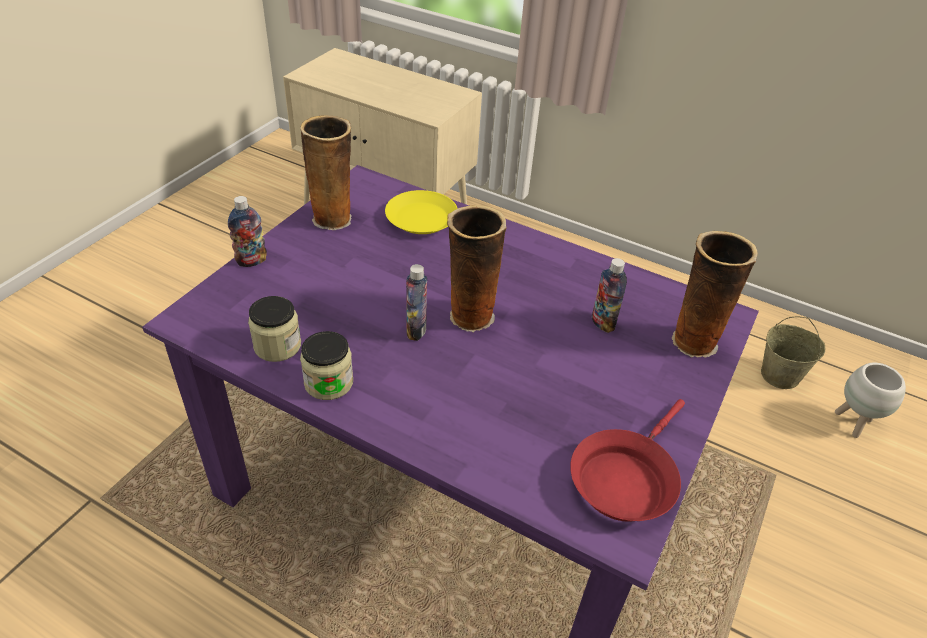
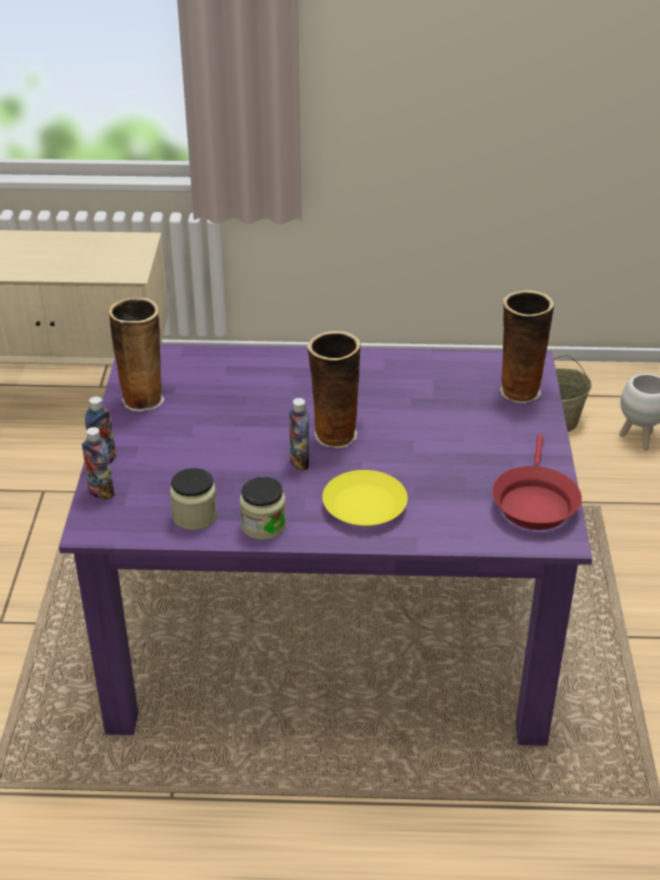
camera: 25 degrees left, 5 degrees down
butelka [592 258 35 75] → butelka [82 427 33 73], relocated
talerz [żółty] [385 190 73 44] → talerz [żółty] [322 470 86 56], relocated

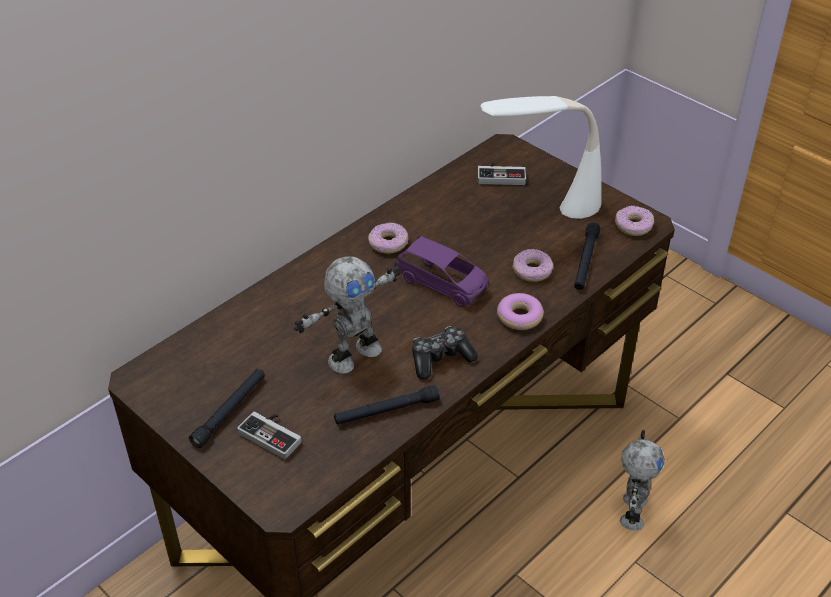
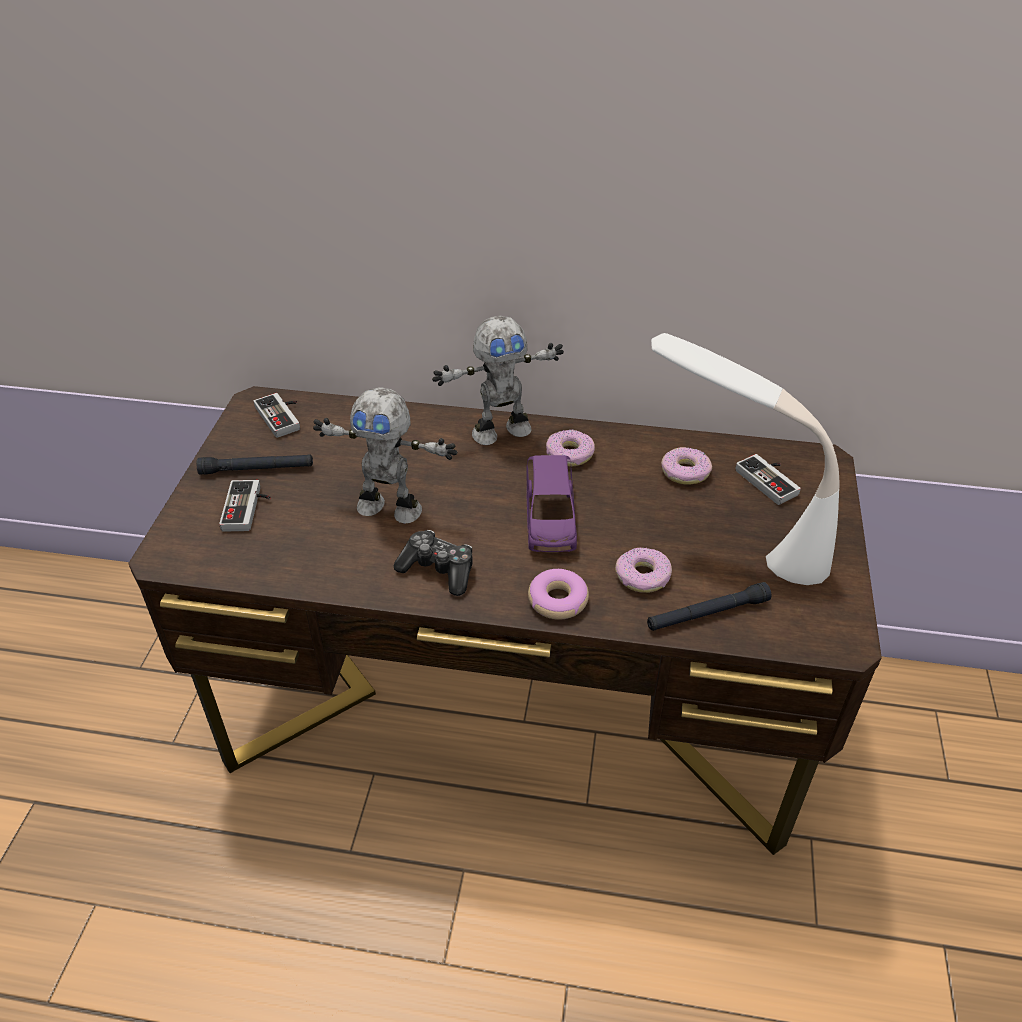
camera: 55 degrees right, 0 degrees up
- → pad do gier [254 393 46 45]
robot zabawkowy [620 430 44 101] → robot zabawkowy [432 315 132 130], relocated
donut [615 206 39 30] → donut [661 447 51 37], relocated
latarka [czarny] [334 385 106 40] → -

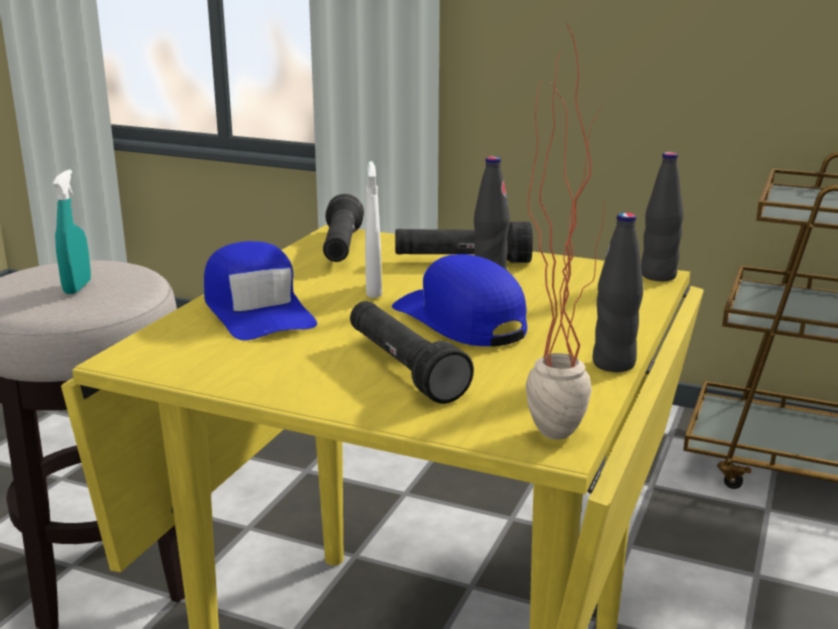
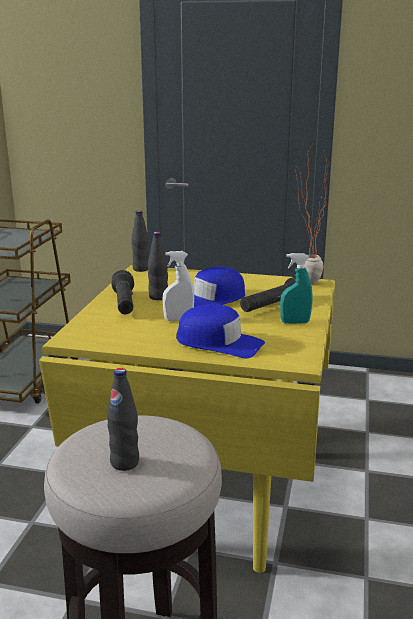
camera: 100 degrees left, 0 degrees up
butelka [czarny] [592 213 51 159] → butelka [czarny] [107 368 32 103], relocated
czapka z daszkiem [niebieski] [204 241 113 99] → czapka z daszkiem [niebieski] [176 304 89 54], 60 degrees clockwise
spryskiwacz [turkusowy] [53 170 38 124] → spryskiwacz [turkusowy] [280 253 33 71], relocated
latarka [czarny] [323 194 41 68] → -

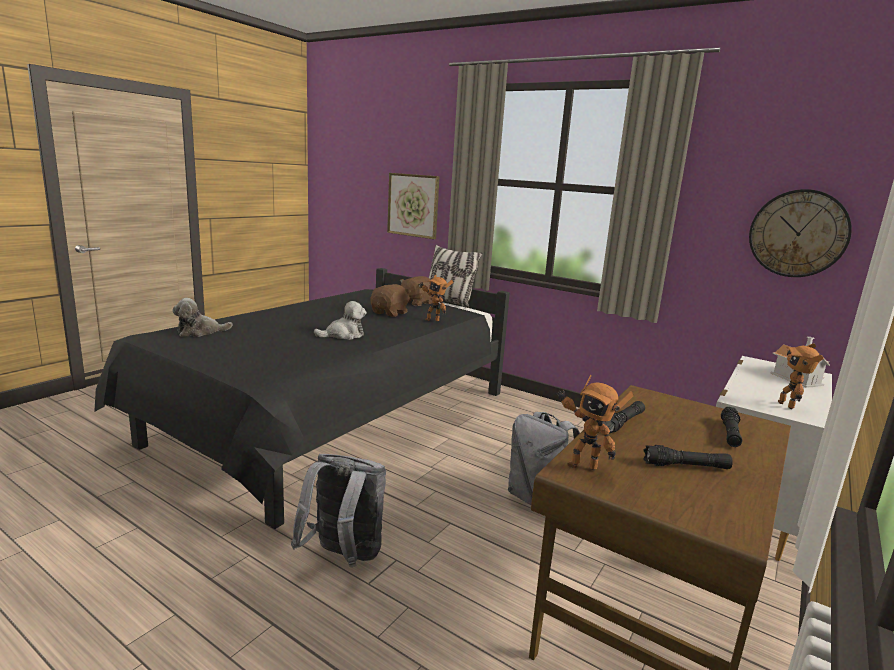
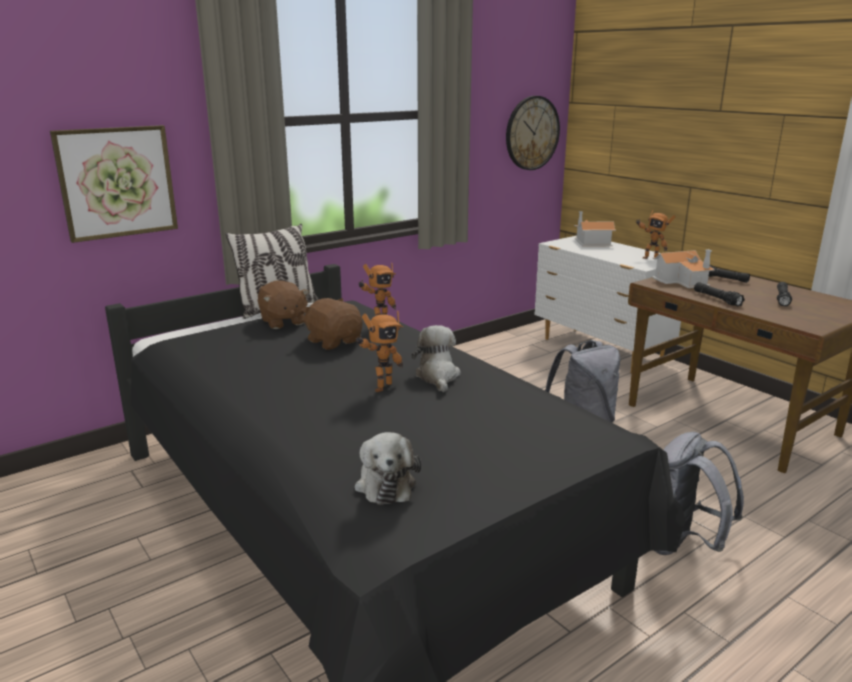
camera: 70 degrees left, 5 degrees up
robot zabawkowy [556 375 78 95] → robot zabawkowy [356 311 47 81], relocated
- → domek [652 249 63 39]

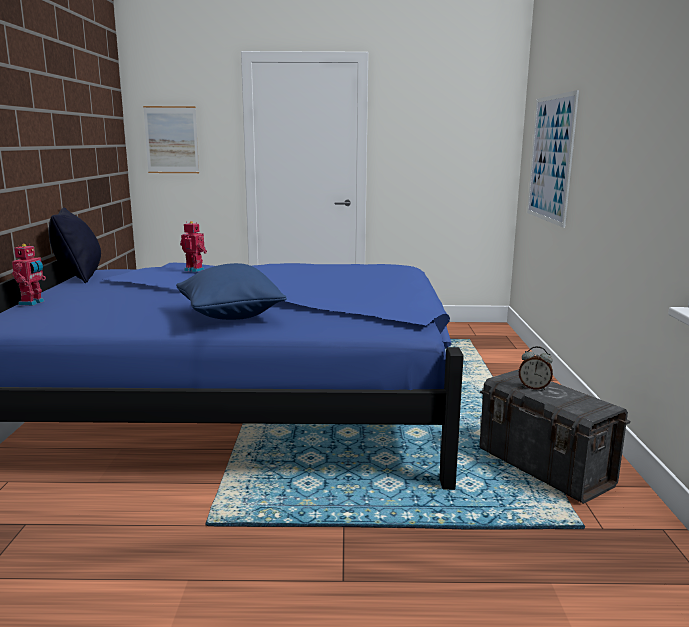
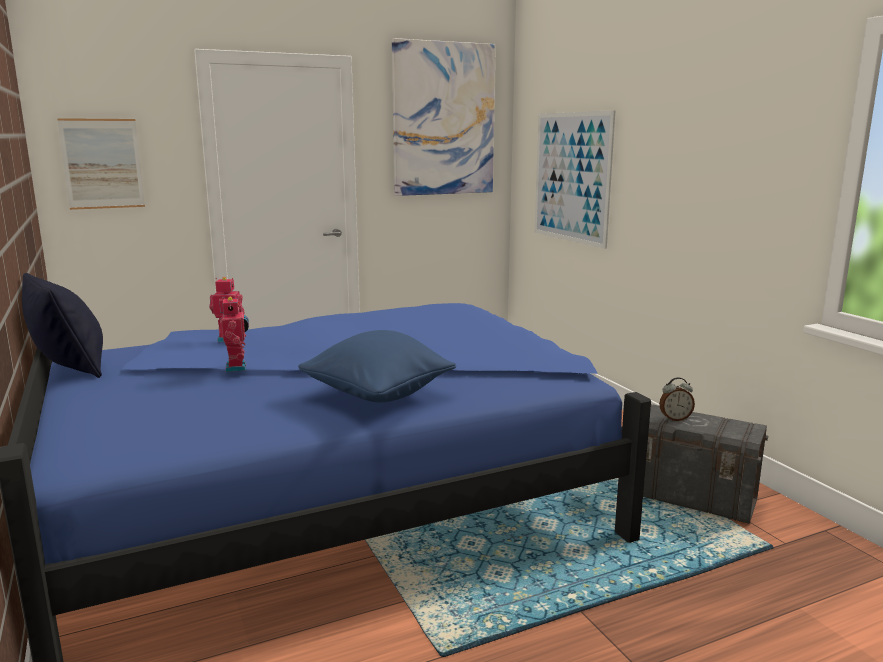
camera: 25 degrees left, 0 degrees up
robot zabawkowy [12 244 34 62] → robot zabawkowy [220 296 29 76], relocated
- → obraz [392 38 104 158]

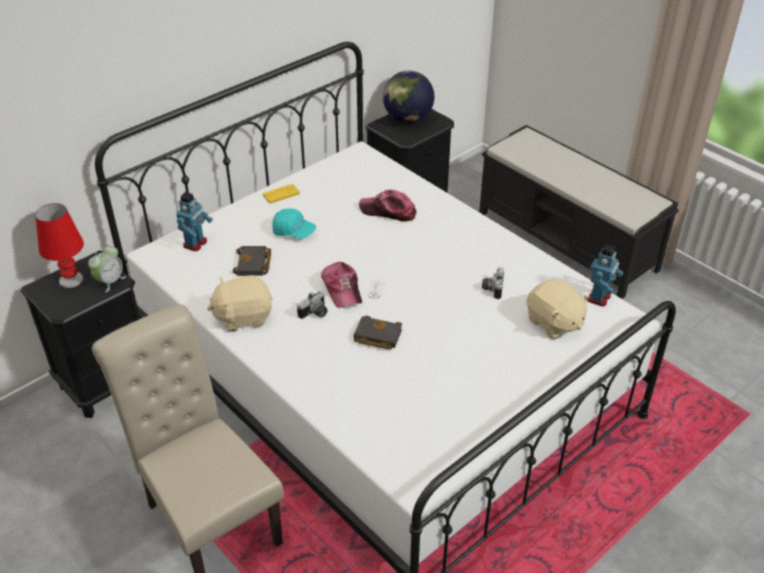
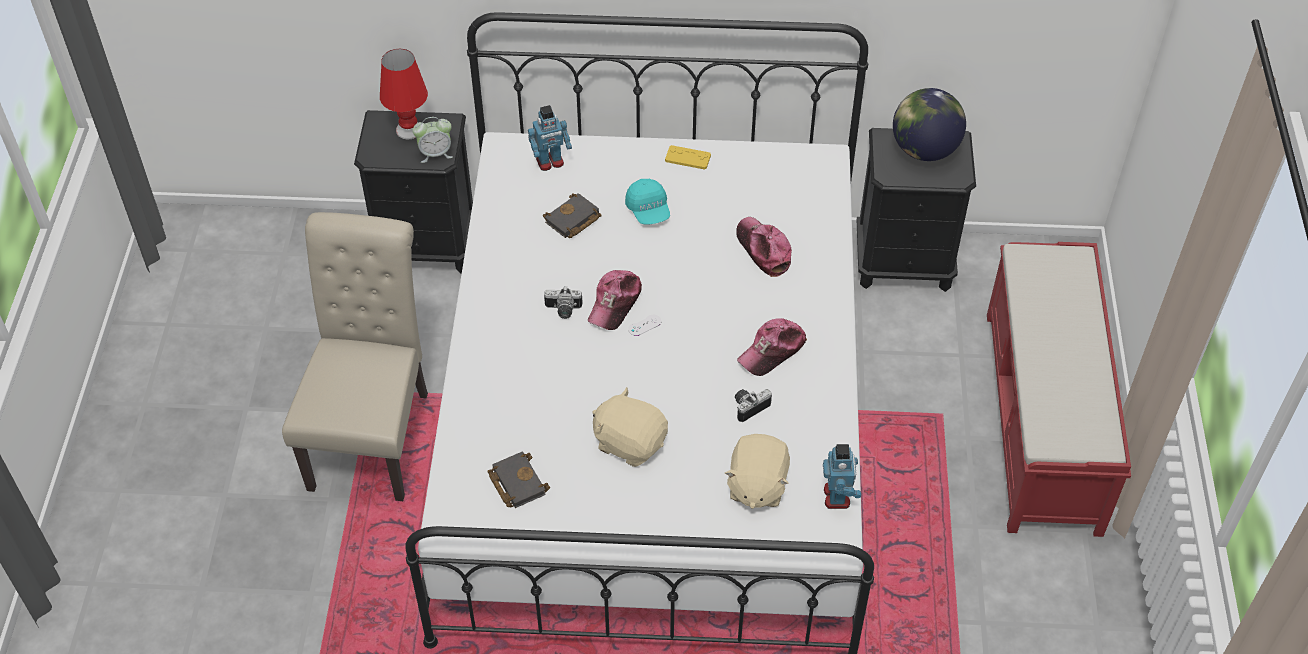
camera: 45 degrees right, 10 degrees up
książka [czarny] [354 315 48 35] → książka [czarny] [487 451 63 57], relocated
pluszak [beżowy] [207 275 66 57] → pluszak [beżowy] [592 387 76 80], relocated
- → czapka z daszkiem [737 318 70 58]
robot zabawkowy [587 244 36 63] → robot zabawkowy [823 444 38 65], 75 degrees counterclockwise
ławka [czarny] [479 125 200 174] → ławka [czerwony] [987 242 144 295]

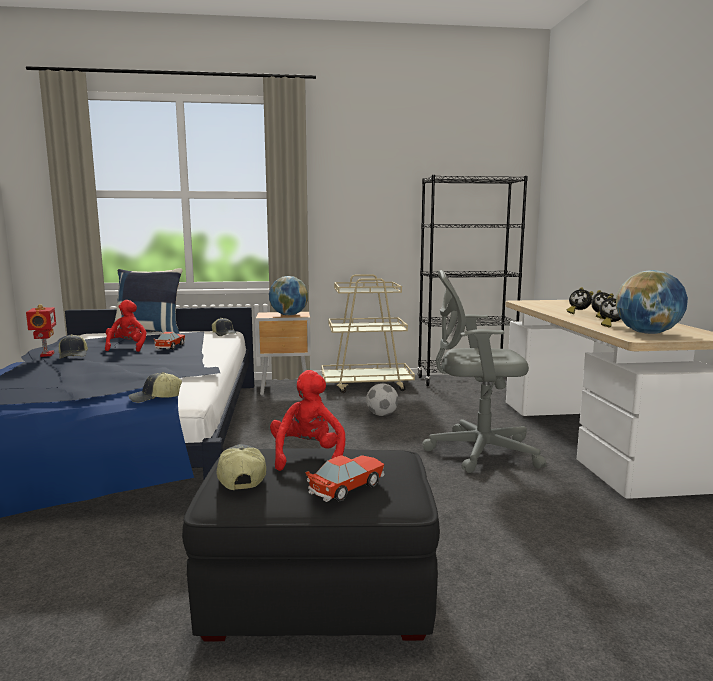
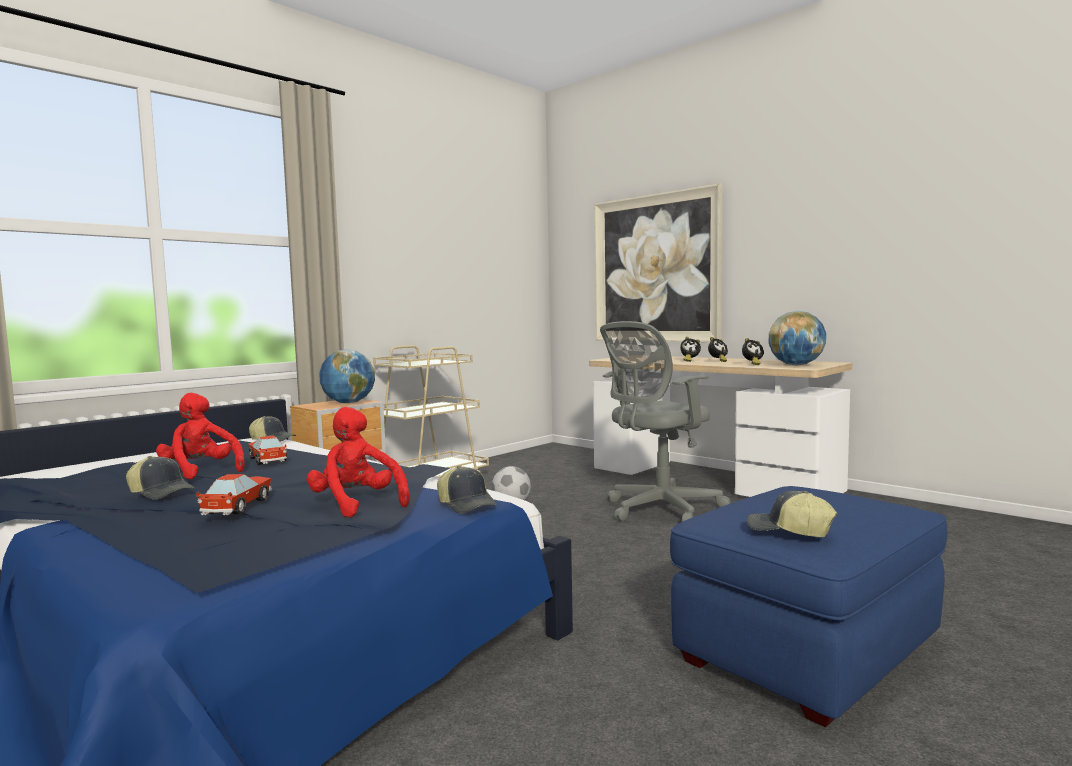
camera: 40 degrees left, 5 degrees down
samochodzik [305 455 80 47] → samochodzik [196 474 76 41], relocated
pluszak [czerwony] [270 370 75 101] → pluszak [czerwony] [307 407 103 111], relocated
czapka z daszkiem [128 372 54 31] → czapka z daszkiem [437 466 60 48], 60 degrees counterclockwise
- → obraz [594 184 128 158]
pufa [czarny] [182 448 258 193] → pufa [niebieski] [670 486 277 241]
robot zabawkowy [26 304 30 53] → -
poduszka [niebieski] [114 268 69 65] → -
regał [czarny] [417 175 111 211] → -

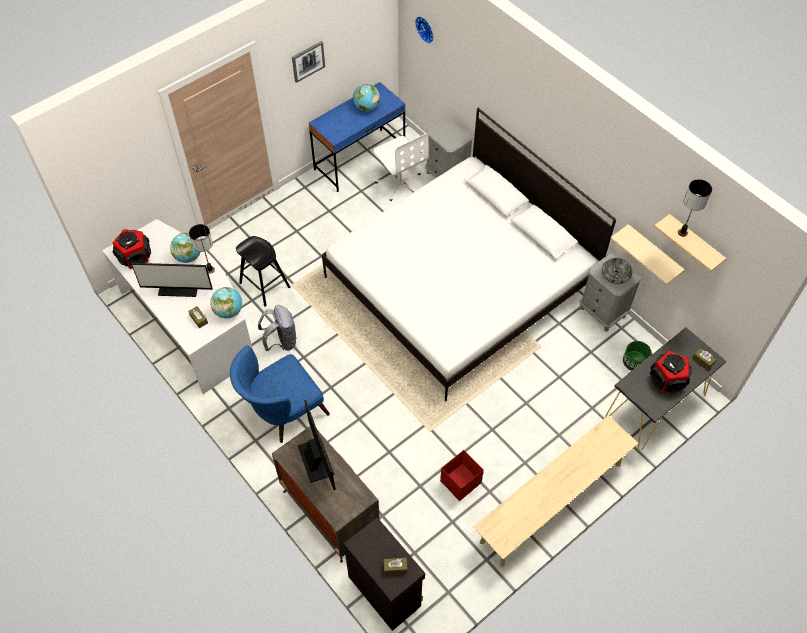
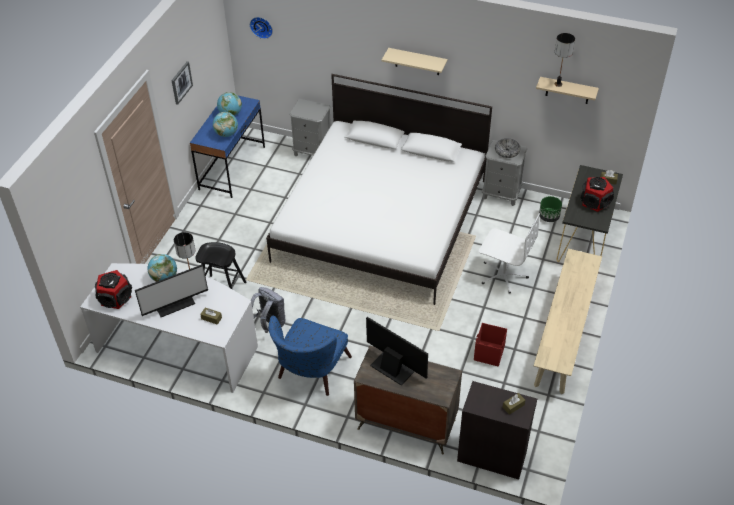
camera: 30 degrees left, 10 degrees down
globus [210 287 32 31] → globus [213 112 25 25], relocated
półka [beżowy] [610 224 75 61] → półka [beżowy] [382 48 65 27], relocated
krzesło biurowe [biały] [373 134 56 67] → krzesło biurowe [biały] [479 213 61 81], relocated

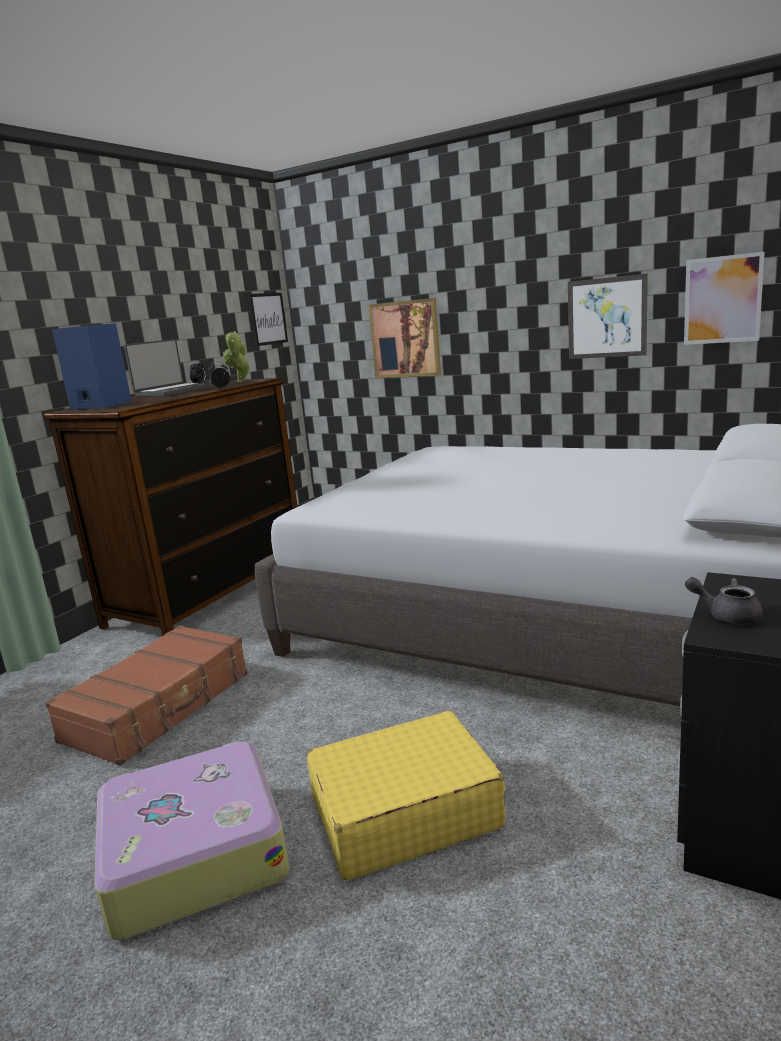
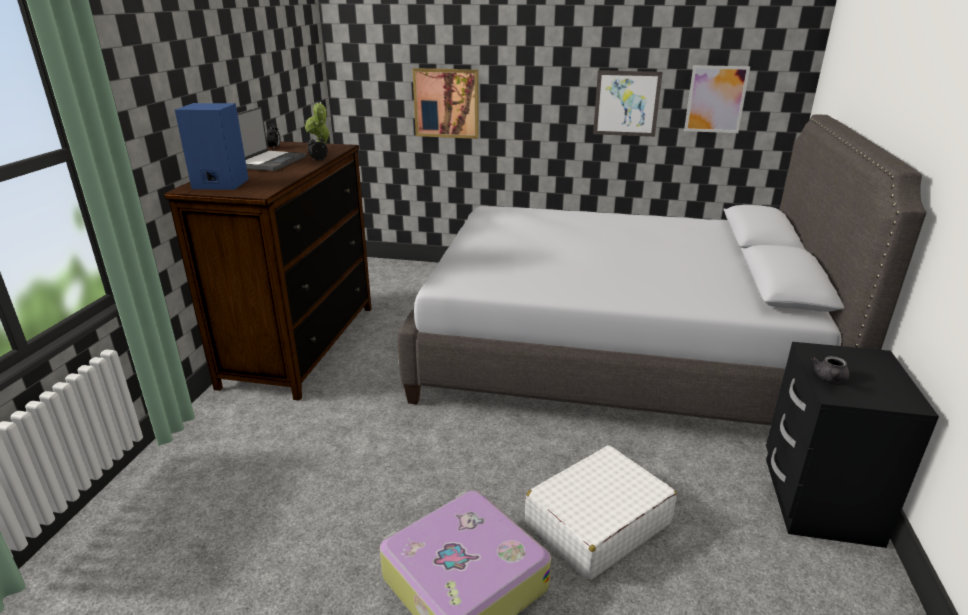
camera: 20 degrees left, 10 degrees up
walizka [żółty] [307 711 199 169] → walizka [biały] [525 445 152 135]
imbryk [szary] [685 577 78 47] → imbryk [szary] [811 356 38 27], 75 degrees counterclockwise
walizka [brązowy] [45 625 203 141] → -
obraz [249 293 39 53] → -

